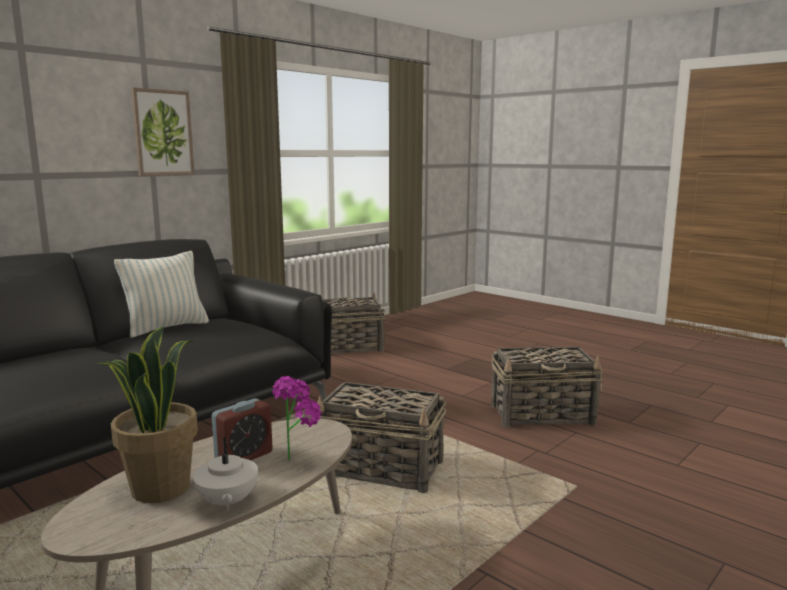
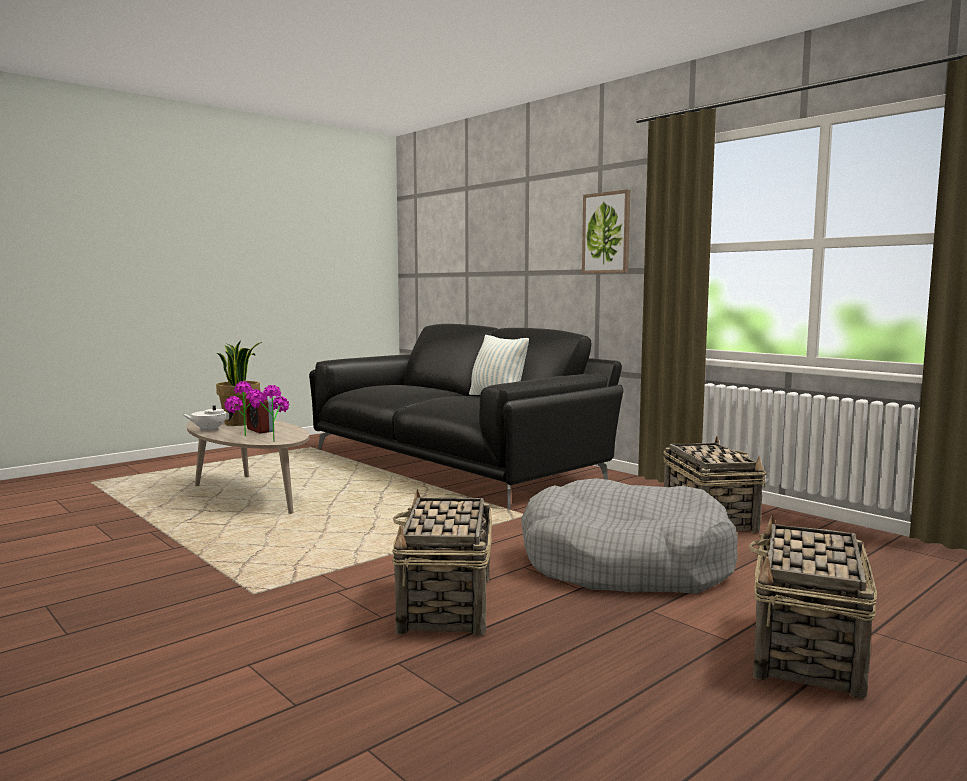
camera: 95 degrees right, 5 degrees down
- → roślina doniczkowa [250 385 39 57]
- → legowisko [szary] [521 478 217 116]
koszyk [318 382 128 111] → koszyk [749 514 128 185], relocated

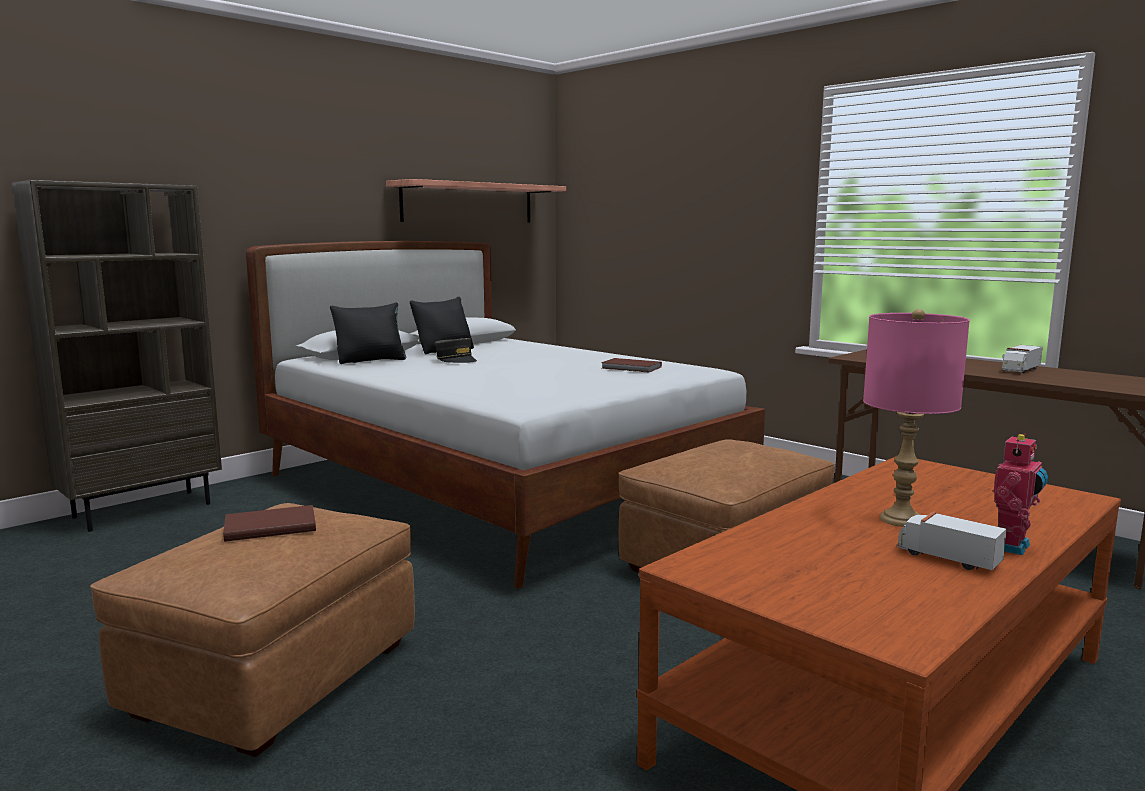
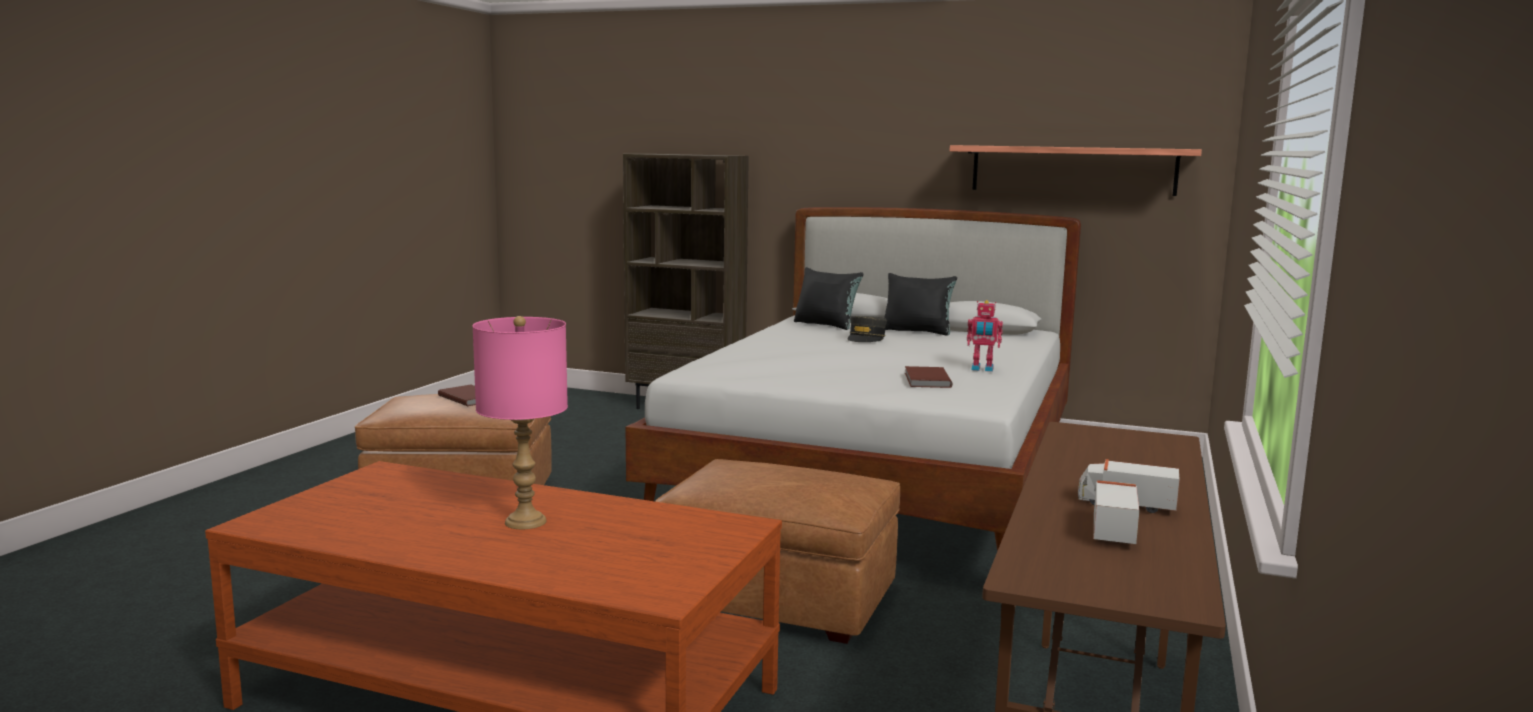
camera: 65 degrees right, 0 degrees up
robot zabawkowy [994 433 54 122] → robot zabawkowy [967 300 36 72], relocated
ciężarówka zabawkowa [898 512 109 58] → ciężarówka zabawkowa [1094 480 45 64], relocated

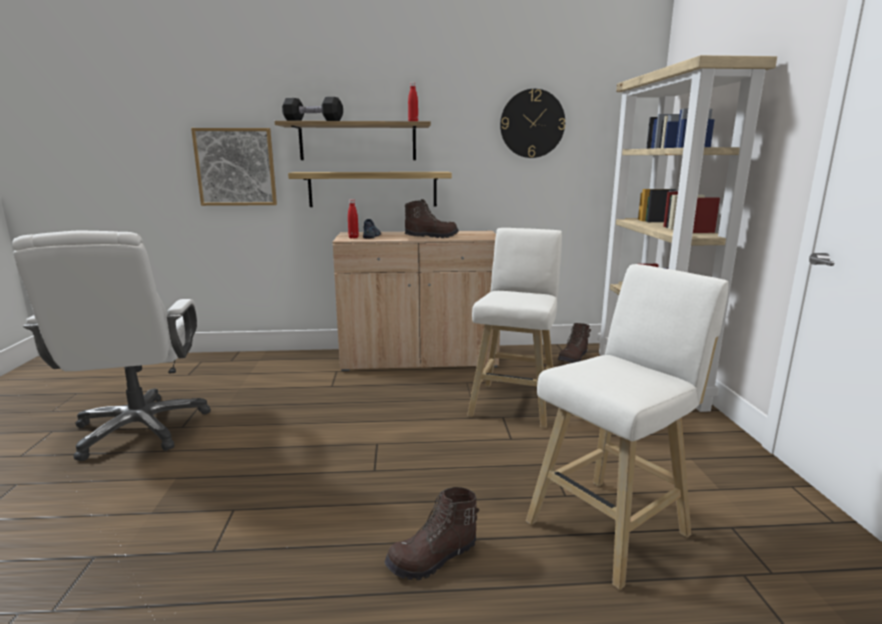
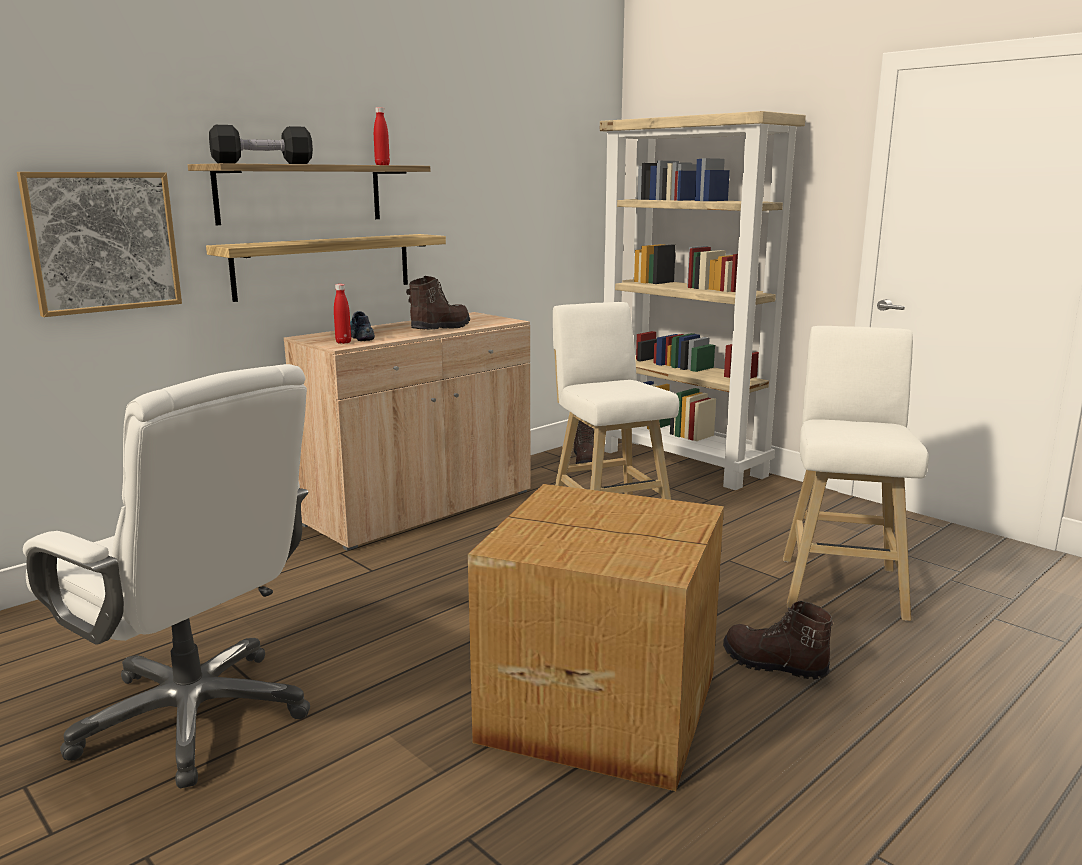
camera: 40 degrees left, 0 degrees up
- → karton [468 484 256 307]
but z cholewką [brązowy] [385 487 94 93] → but z cholewką [brązowy] [723 601 110 78], 105 degrees clockwise
zegar ścienny [500 89 65 69] → -

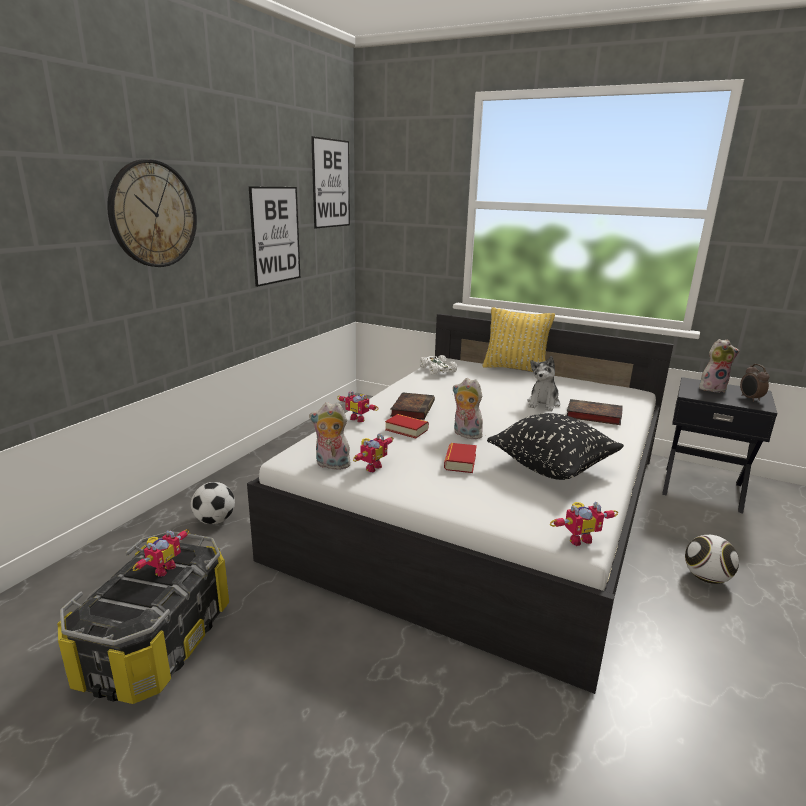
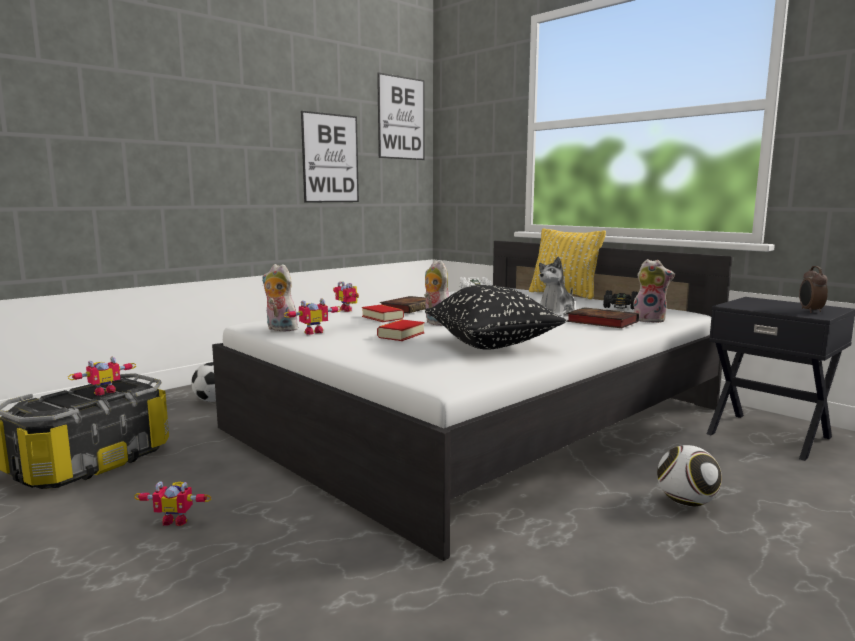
camera: 20 degrees right, 10 degrees down
robot zabawkowy [550 502 68 44] → robot zabawkowy [134 481 77 45], relocated
- → samochodzik [czarny] [603 290 35 19]
pluszak [699 339 40 53] → pluszak [633 259 42 64], relocated
zegar ścienny [107 159 90 108] → -

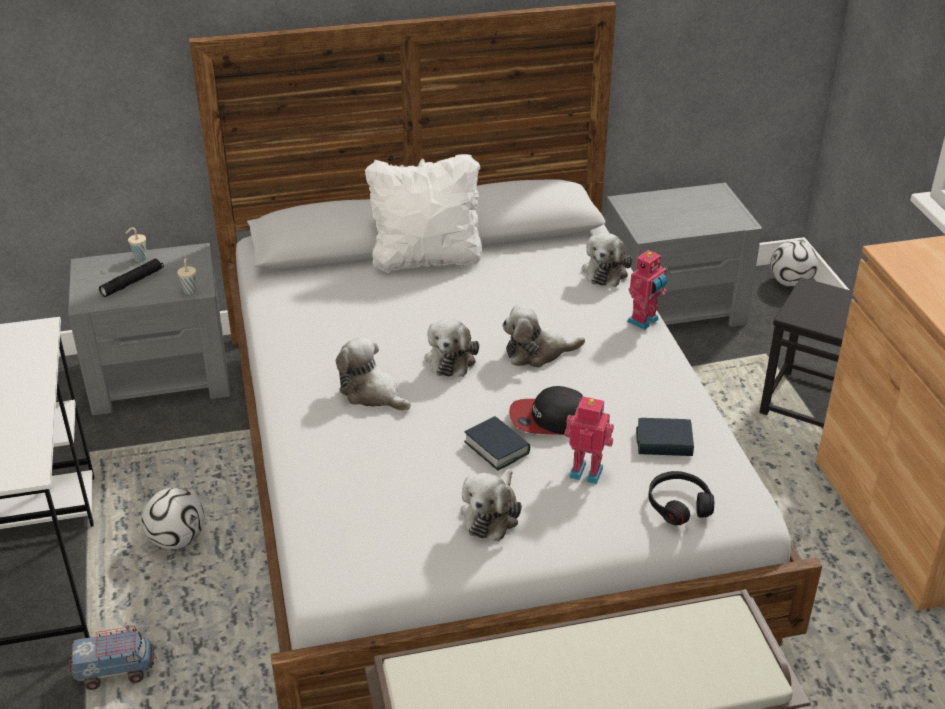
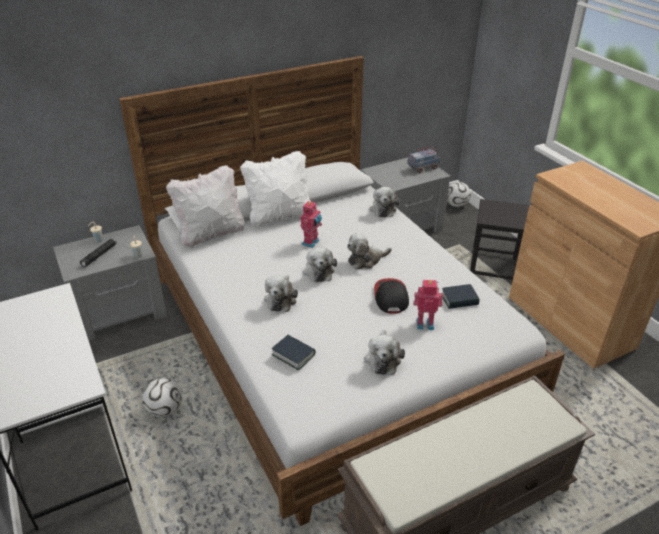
camera: 15 degrees left, 0 degrees up
- → poduszka [biały] [166 165 79 83]
pluszak [336 336 75 75] → pluszak [264 275 34 37], 105 degrees counterclockwise
książka [464 416 66 55] → książka [271 335 44 35], relocated
robot zabawkowy [627 250 40 80] → robot zabawkowy [301 200 21 48], relocated
czapka z daszkiem [509 386 74 49] → czapka z daszkiem [374 278 35 36], 105 degrees clockwise
ciężarówka zabawkowa [69 626 88 64] → ciężarówka zabawkowa [407 147 33 26], relocated
słuchawki [czarny] [648 471 66 55] → -

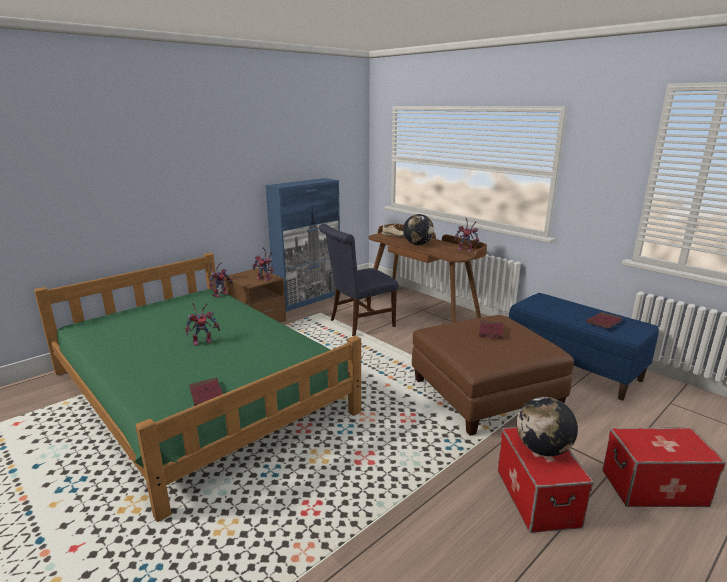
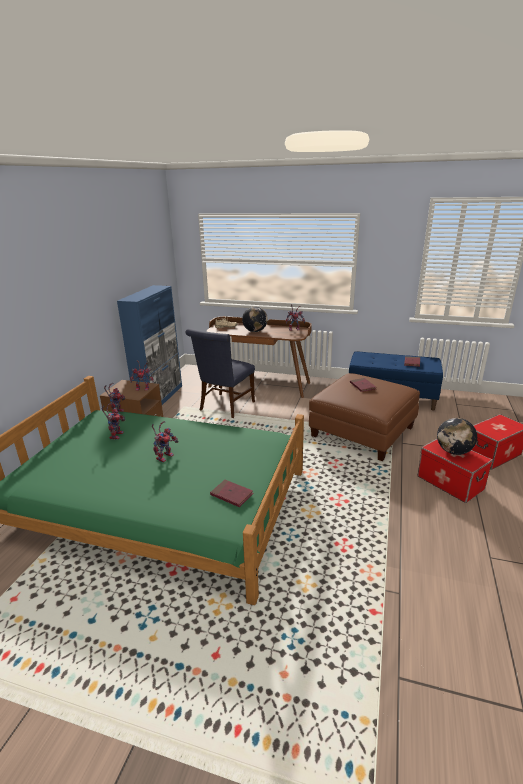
camera: 30 degrees left, 5 degrees up
- → robot zabawkowy [102 402 23 38]

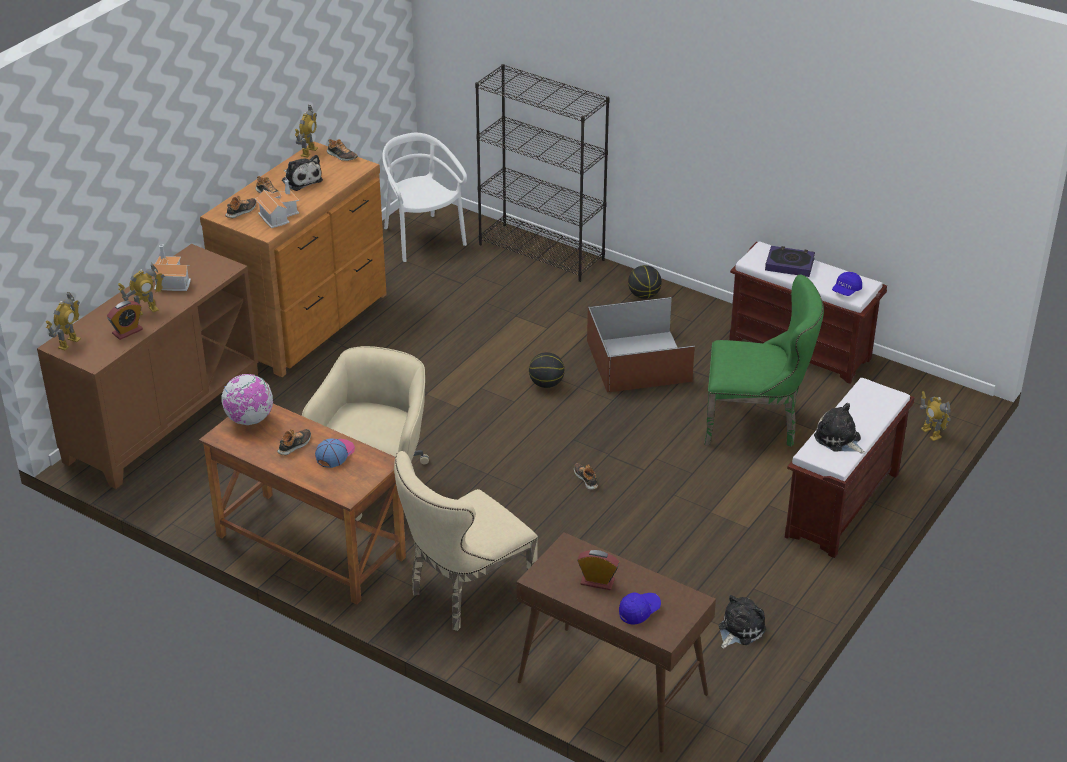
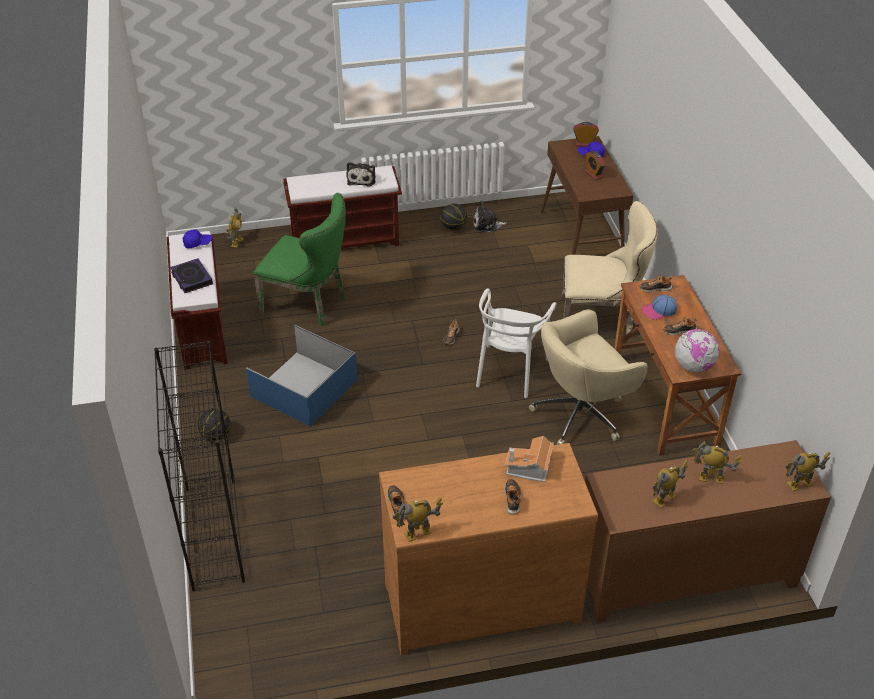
camera: 135 degrees left, 5 degrees up
pojemnik do przechowywania [brązowy] [587 297 108 95] → pojemnik do przechowywania [niebieski] [246 325 111 101]
krzesło [zielony] [704 275 120 172] → krzesło [zielony] [253 193 93 134], 150 degrees clockwise
piłka do koszykówki [529 352 36 36] → piłka do koszykówki [441 203 26 27], relocated
krzesło [biały] [382 133 85 129] → krzesło [biały] [476 288 81 111], relocated
budzik [107 301 36 39] → budzik [573 122 26 25], relocated
but [225 195 31 23] → but [639 275 33 17], relocated
domek [153 244 38 47] → robot zabawkowy [652 460 36 48]
pluszak [282 155 41 36] → -

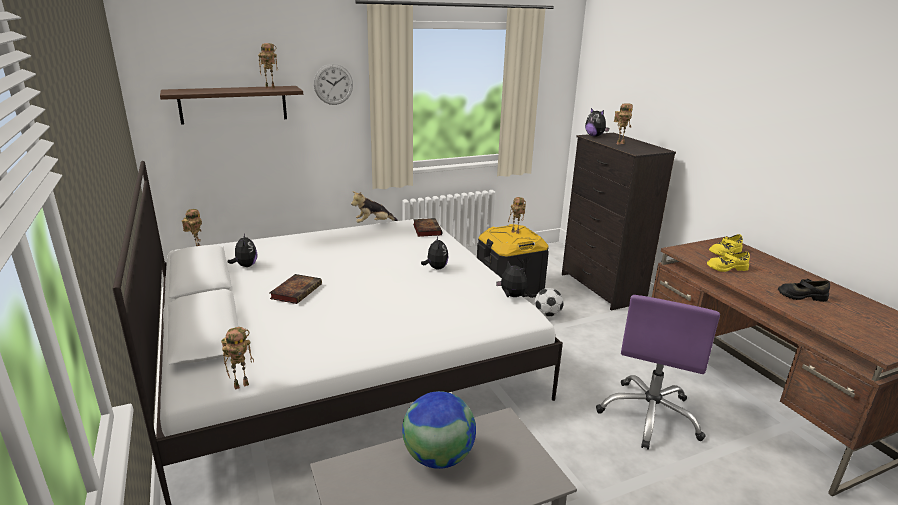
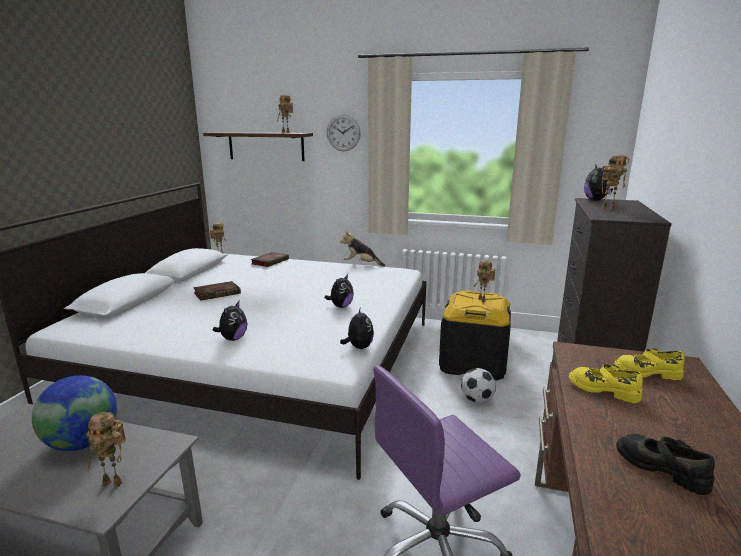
camera: 40 degrees right, 5 degrees down
robot zabawkowy [221 327 33 63] → robot zabawkowy [86 412 40 75], relocated
pluszak [228 233 29 34] → pluszak [213 301 34 40], relocated
książka [413 218 29 19] → książka [251 252 38 15], relocated

